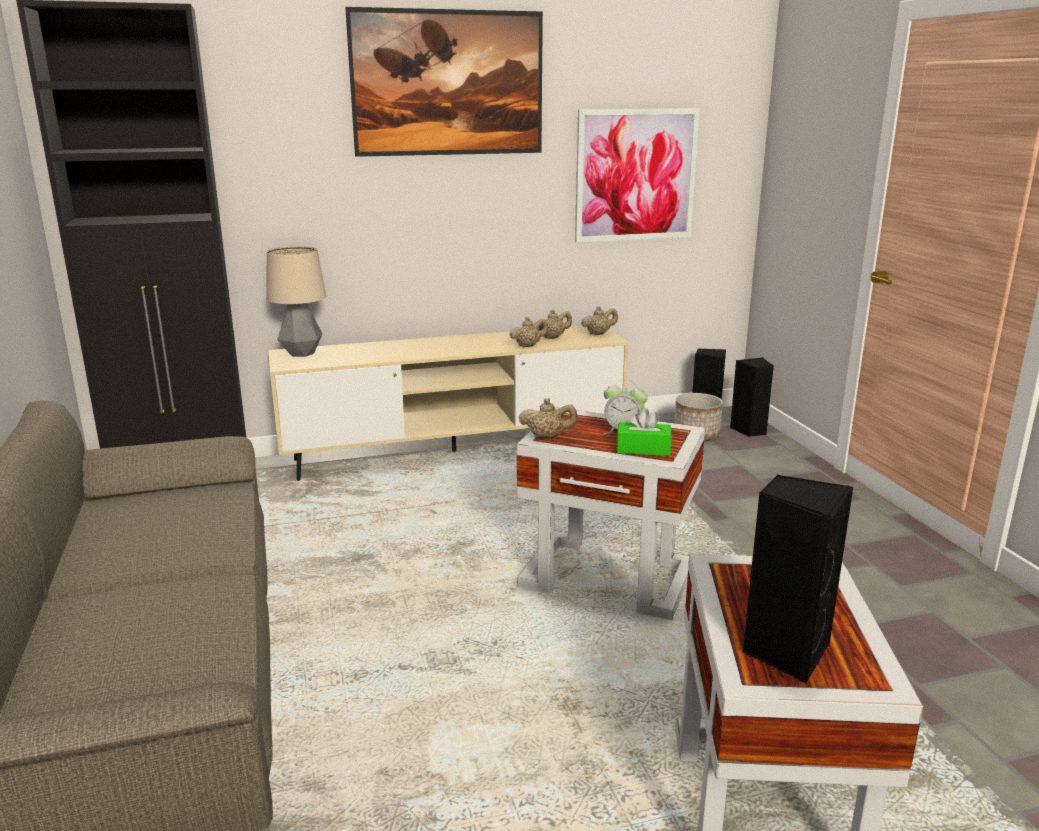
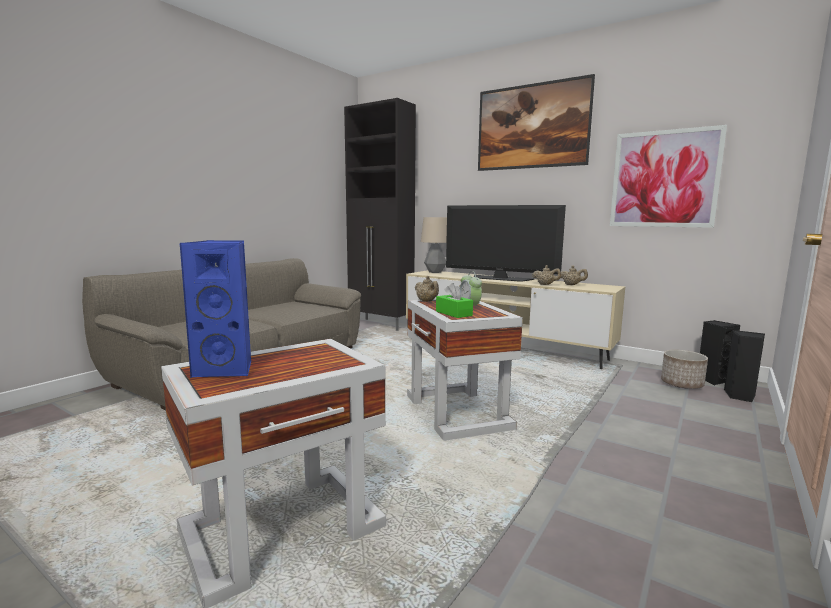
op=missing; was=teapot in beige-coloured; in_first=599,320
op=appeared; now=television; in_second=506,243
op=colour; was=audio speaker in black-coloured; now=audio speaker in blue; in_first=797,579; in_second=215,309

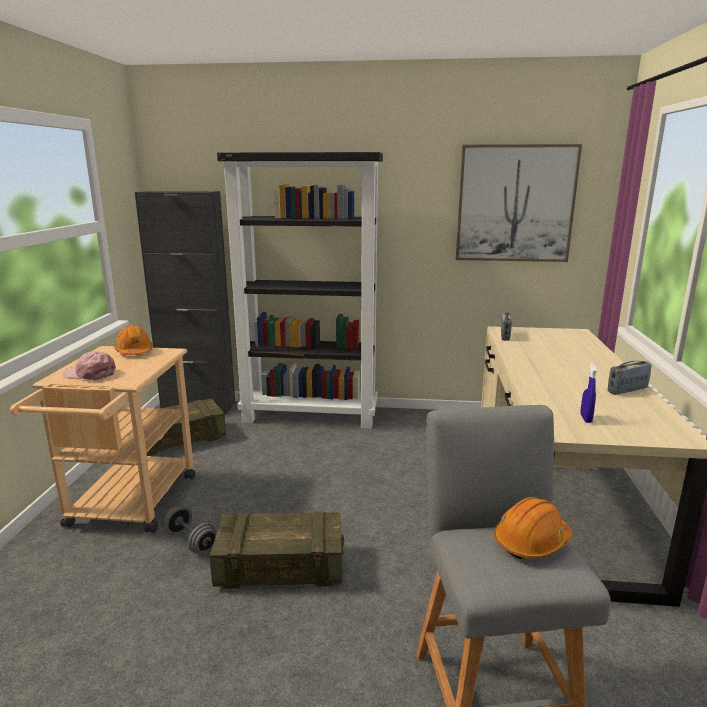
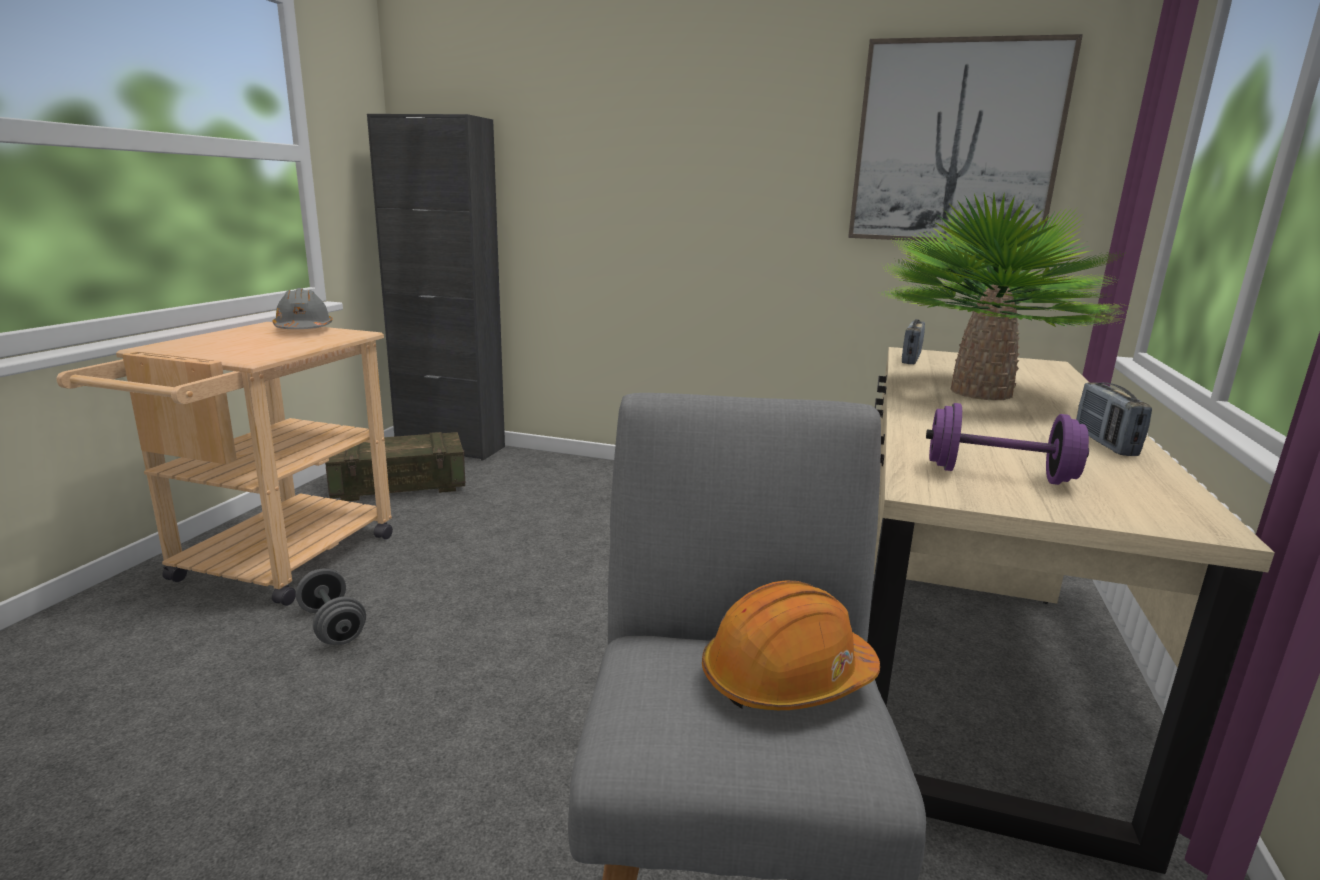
op=missing; was=cap in pink; in_first=89,365
op=missing; was=crate; in_first=277,550
op=missing; was=bookshelf in black-coloured; in_first=300,290
op=appeared; now=plant in a pot; in_second=1006,297
op=exchanged; was=hand sprayer in blue; now=dumbbell in purple; in_first=588,392; in_second=1007,444
op=colour; was=hard hat in orange-coloured; now=hard hat in grey; in_first=133,340; in_second=302,308
op=spun; was=radio; in_first=629,378; in_second=1114,419; clockwise=-75

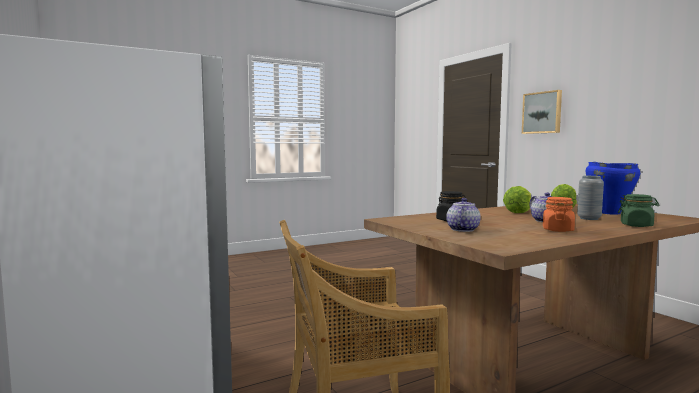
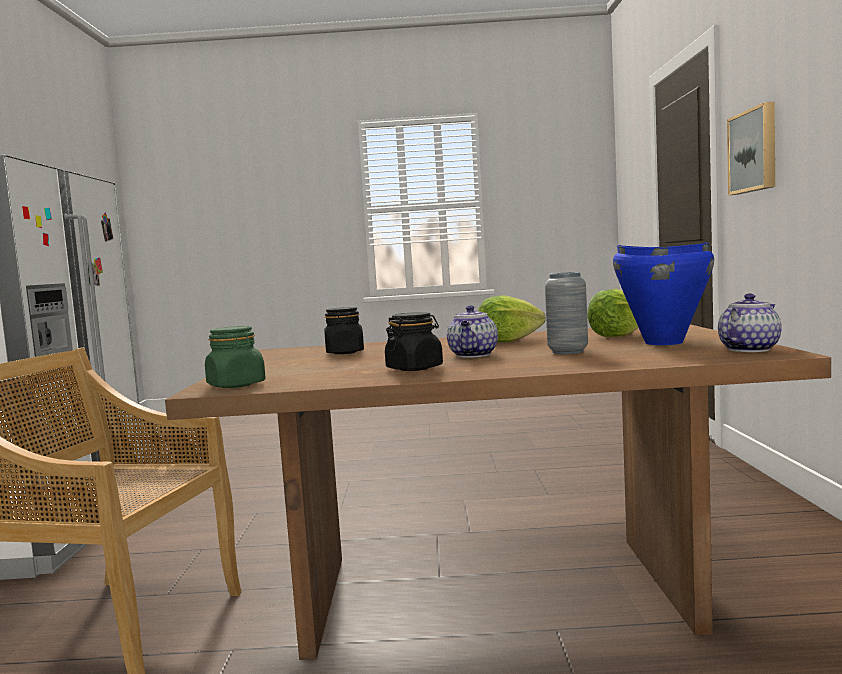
op=relocated; was=teapot; in_first=463,215; in_second=750,322
op=relocated; was=jar in greenish; in_first=638,210; in_second=235,357
op=colour; was=jar in orange-coloured; now=jar in black-coloured; in_first=559,214; in_second=414,341

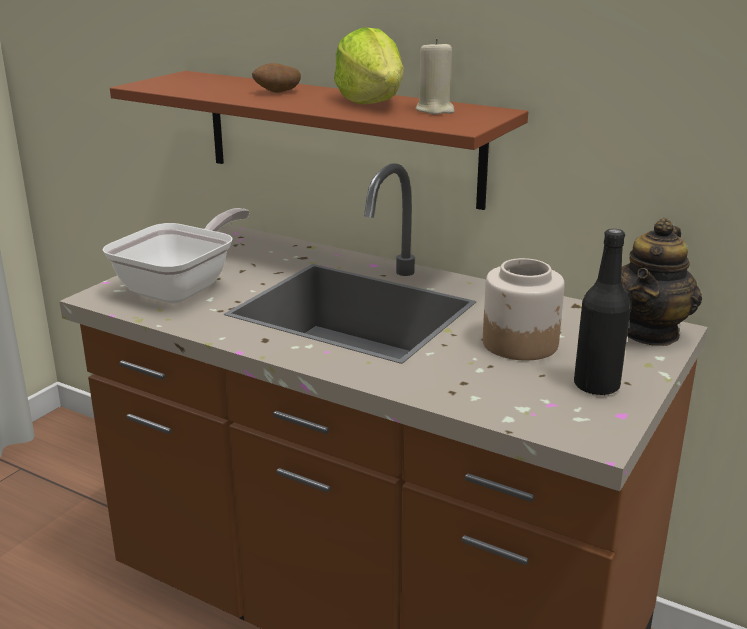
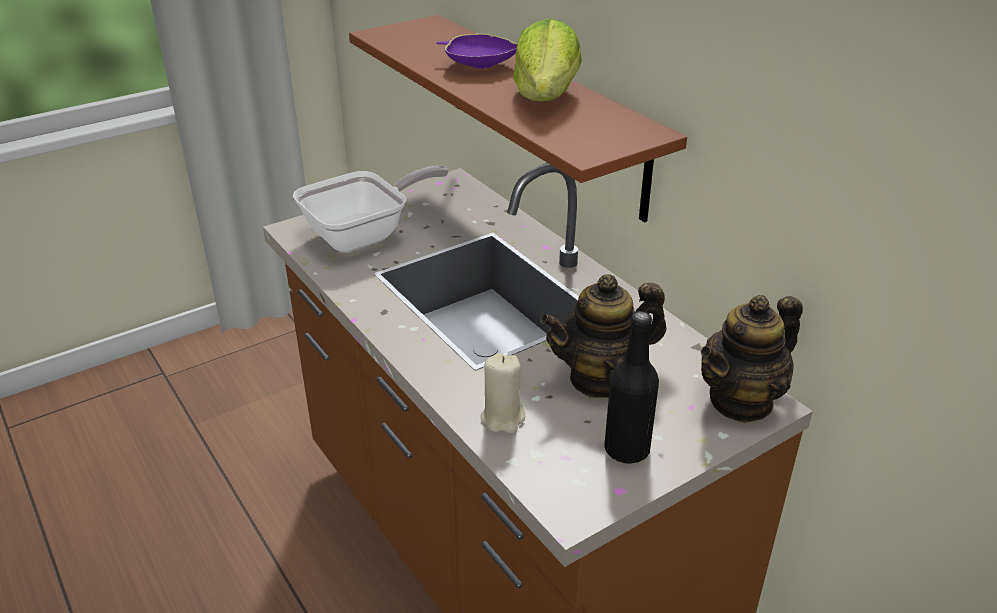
op=relocated; was=candle in beige-coloured; in_first=435,77; in_second=502,393
op=exchanged; was=potato; now=deep dish in purple; in_first=276,78; in_second=476,51
op=exchanged; was=jar; now=teapot; in_first=524,309; in_second=603,336

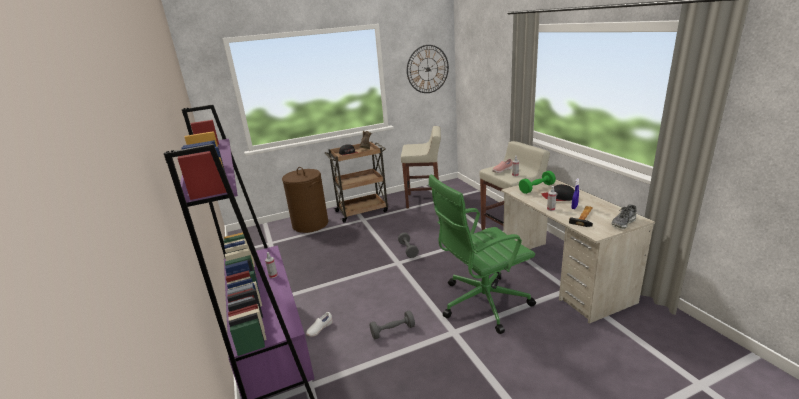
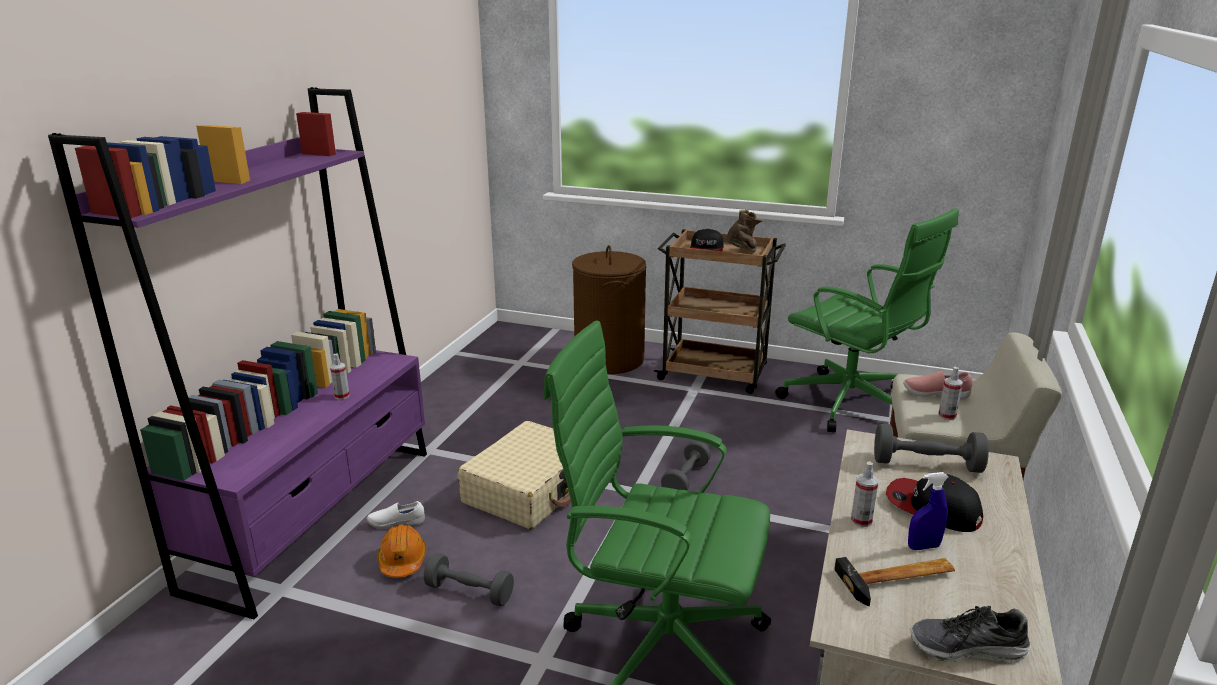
op=missing; was=clock on the wall; in_first=428,69
op=appeared; now=hard hat in orange-coloured; in_second=401,551
op=appeared; now=suitcase in beige-coloured; in_second=514,475
op=exchanged; was=stool in beige-coloured; now=desk chair in greenish; in_first=421,167; in_second=867,320
op=colour; was=dumbbell in greenish; now=dumbbell in grey; in_first=537,182; in_second=931,448

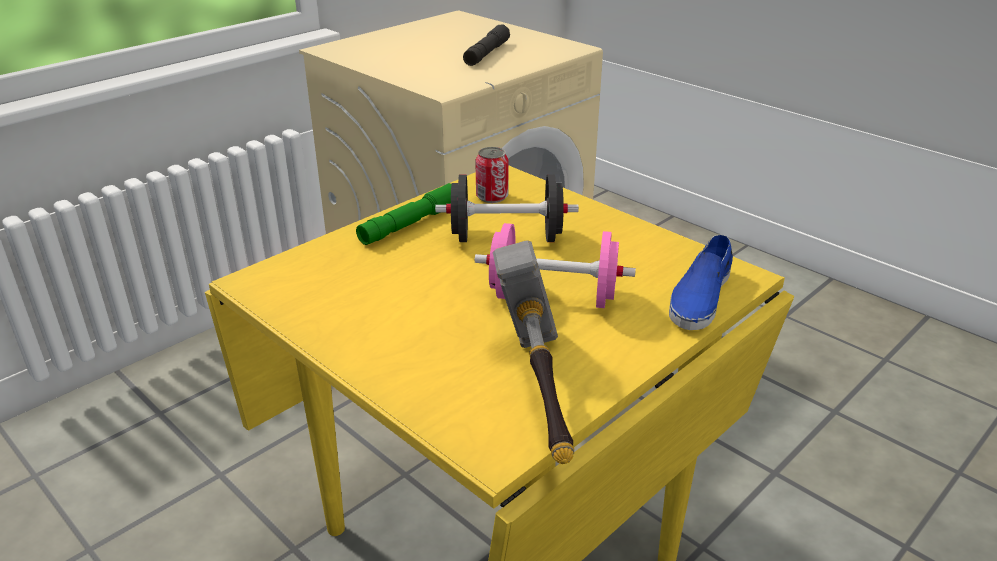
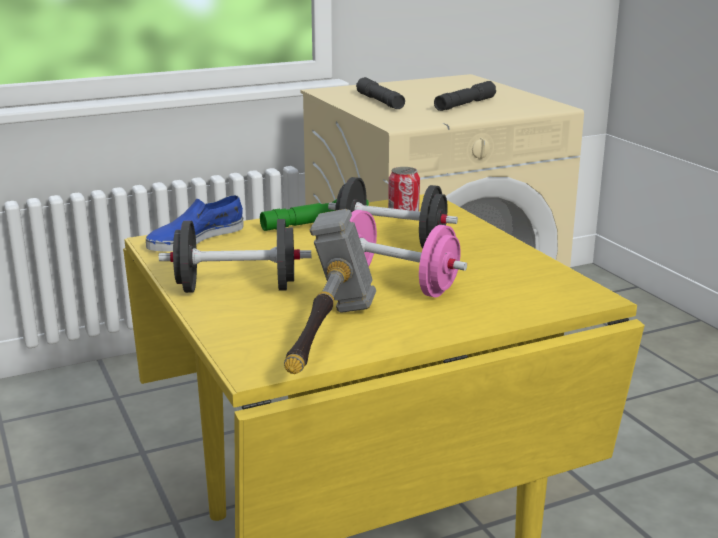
op=appeared; now=dumbbell in black-coloured; in_second=235,256
op=appeared; now=torch in grey; in_second=380,93
op=relocated; was=item of footwear in blue; in_first=701,282; in_second=195,223

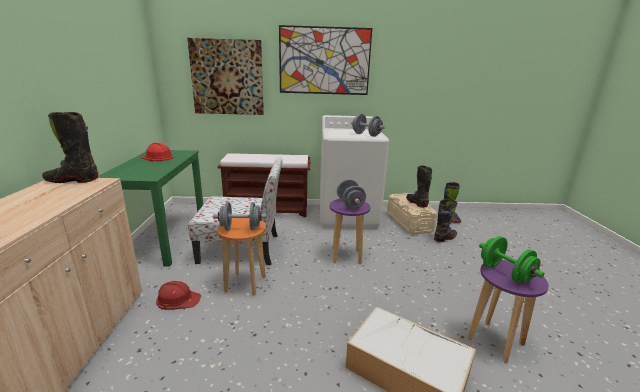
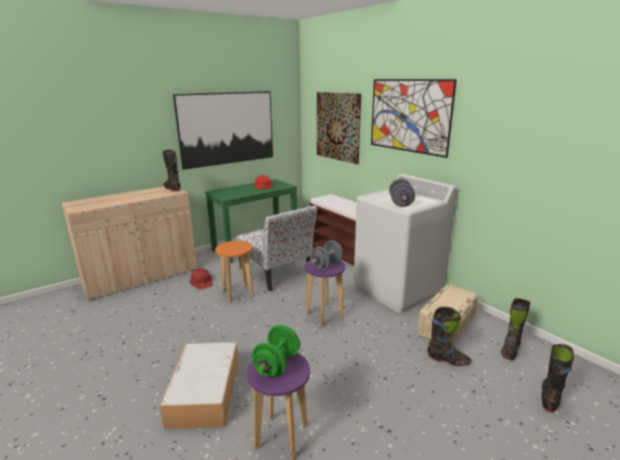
op=missing; was=dumbbell in grey; in_first=240,216
op=appeared; now=wall picture; in_second=223,130
op=relocated; was=tall boot in black-coloured; in_first=419,186; in_second=558,378

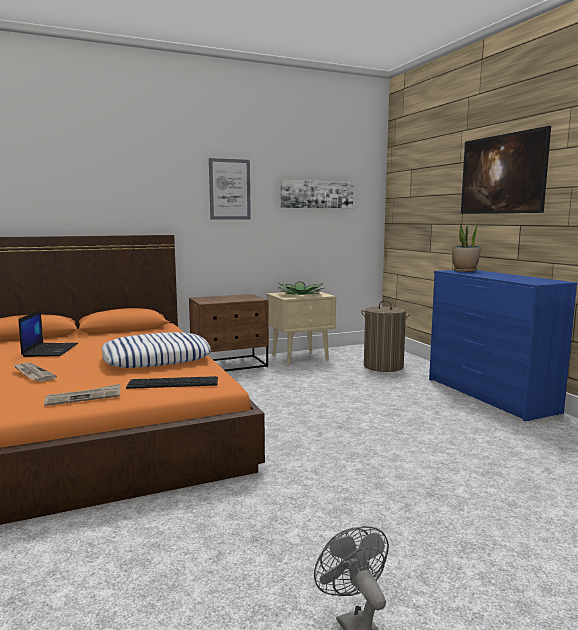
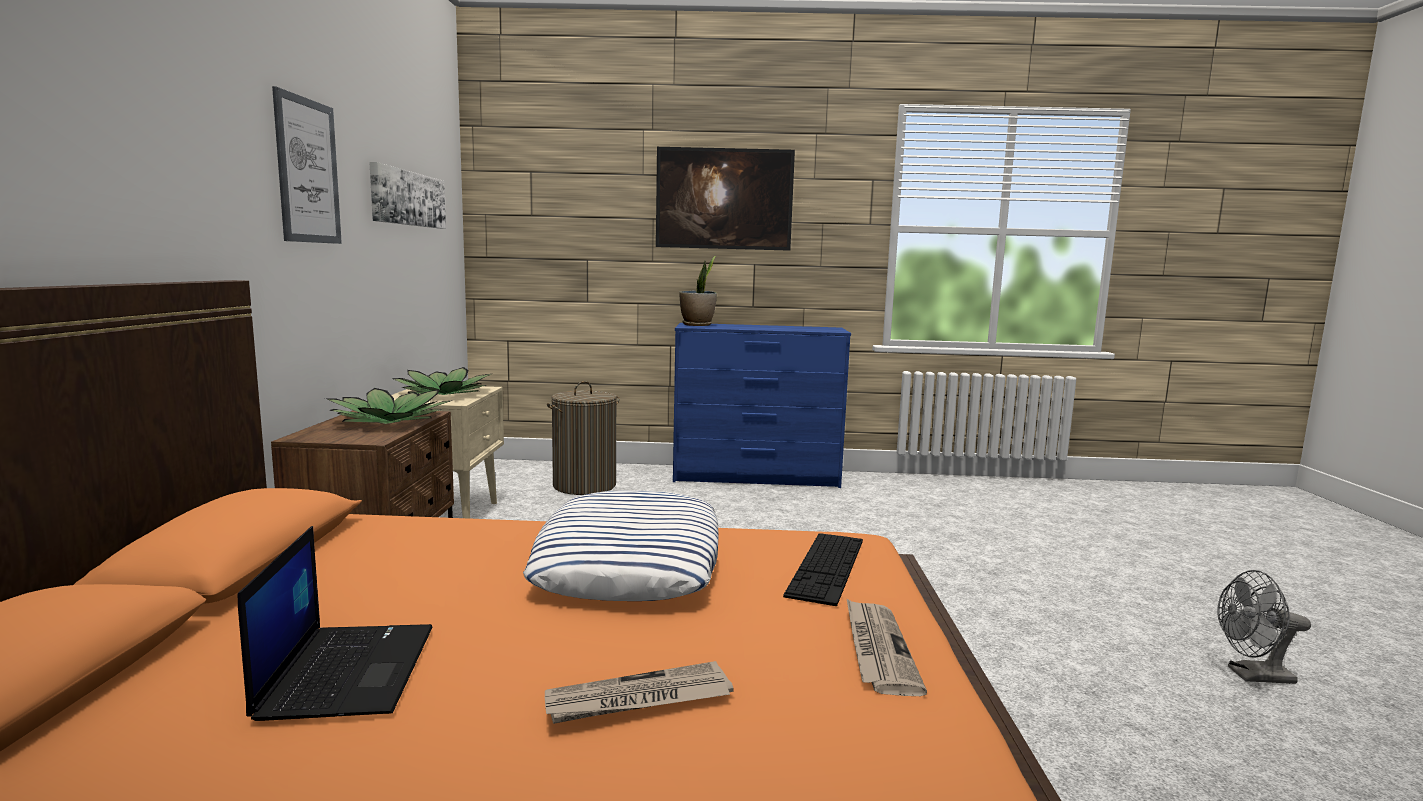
op=appeared; now=plant in a pot; in_second=389,406
op=spun; was=portable computer; in_first=48,333; in_second=335,623; clockwise=60

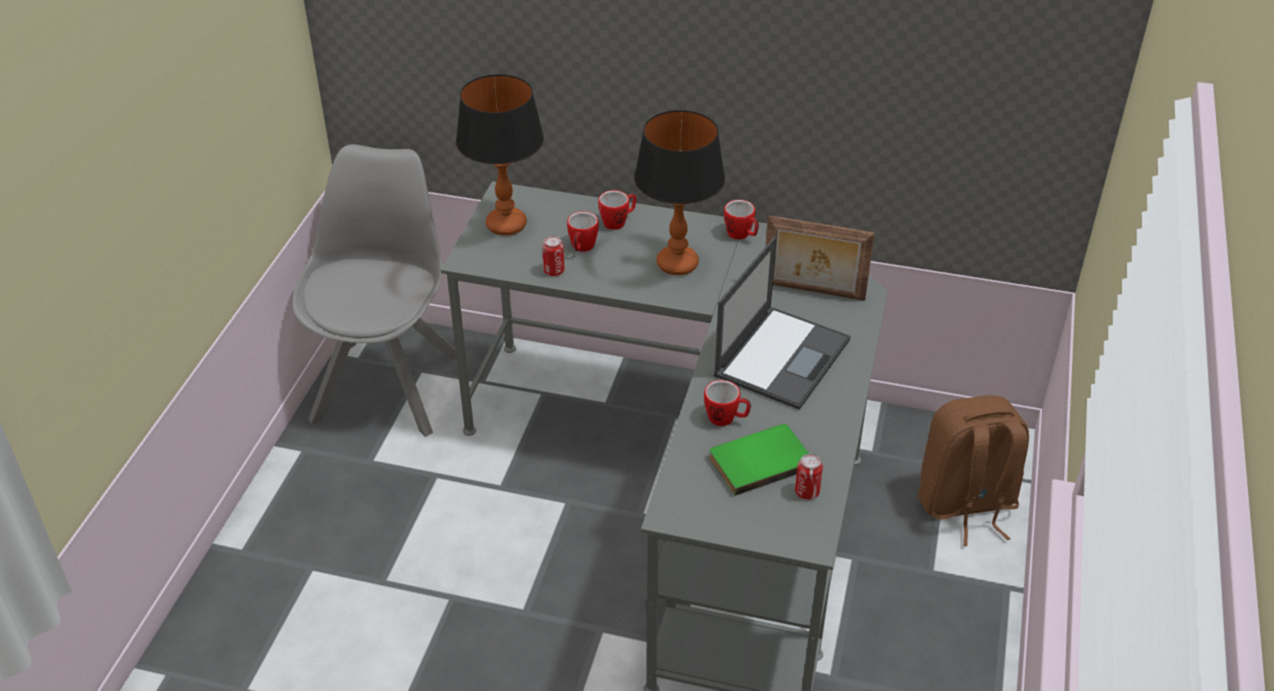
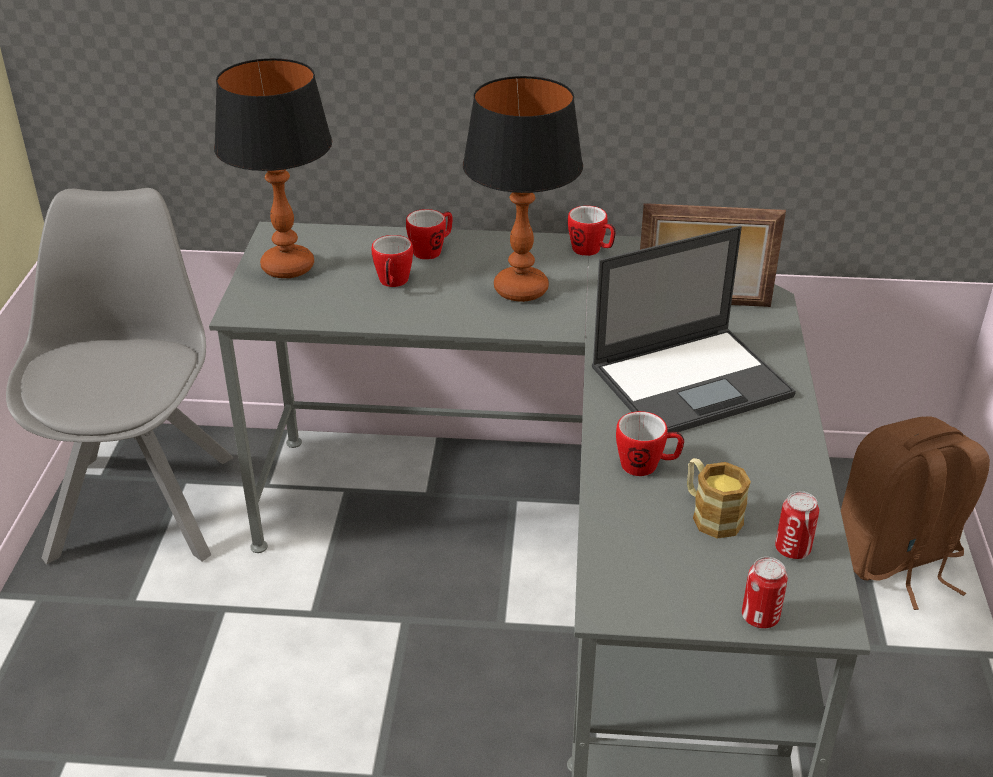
op=relocated; was=can; in_first=553,256; in_second=765,592
op=exchanged; was=bound book in greenish; now=coffee mug; in_first=759,460; in_second=719,498
op=spun; was=portable computer; in_first=782,323; in_second=694,329; clockwise=45

